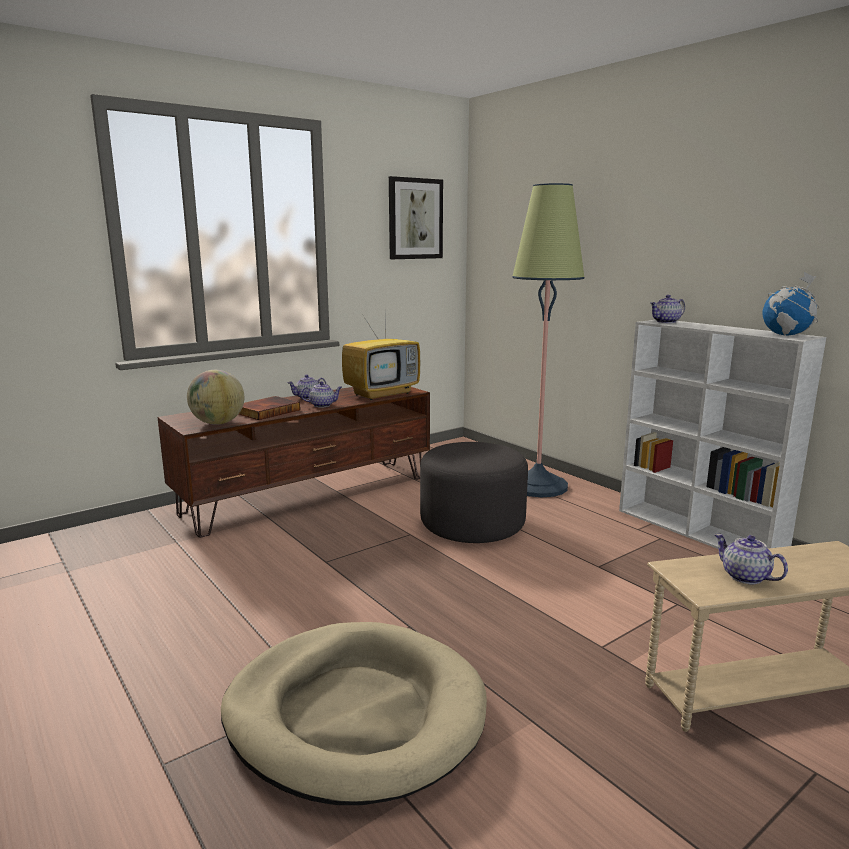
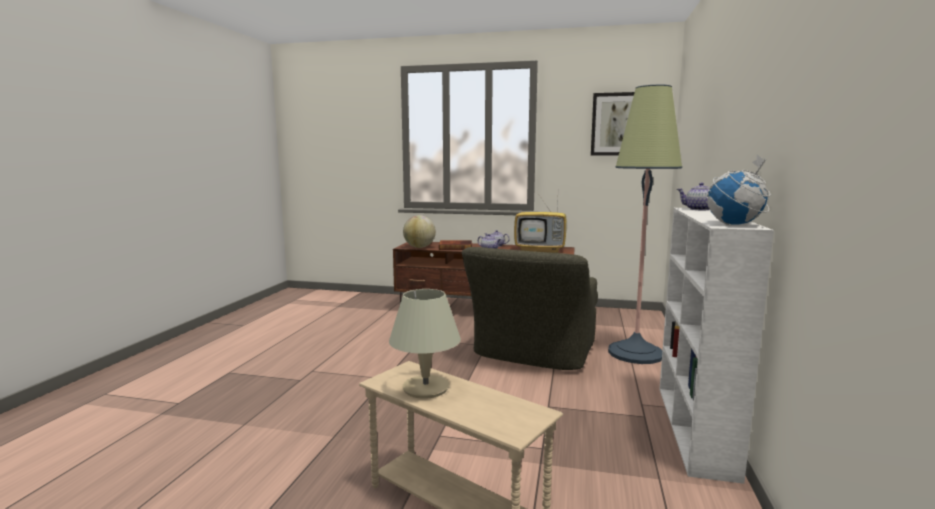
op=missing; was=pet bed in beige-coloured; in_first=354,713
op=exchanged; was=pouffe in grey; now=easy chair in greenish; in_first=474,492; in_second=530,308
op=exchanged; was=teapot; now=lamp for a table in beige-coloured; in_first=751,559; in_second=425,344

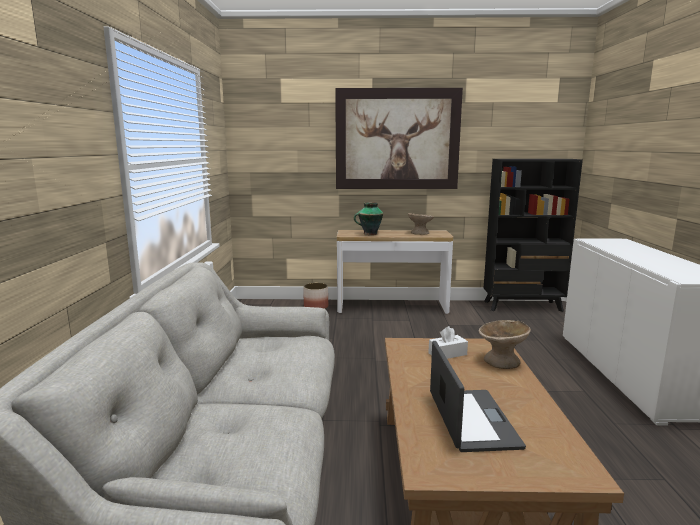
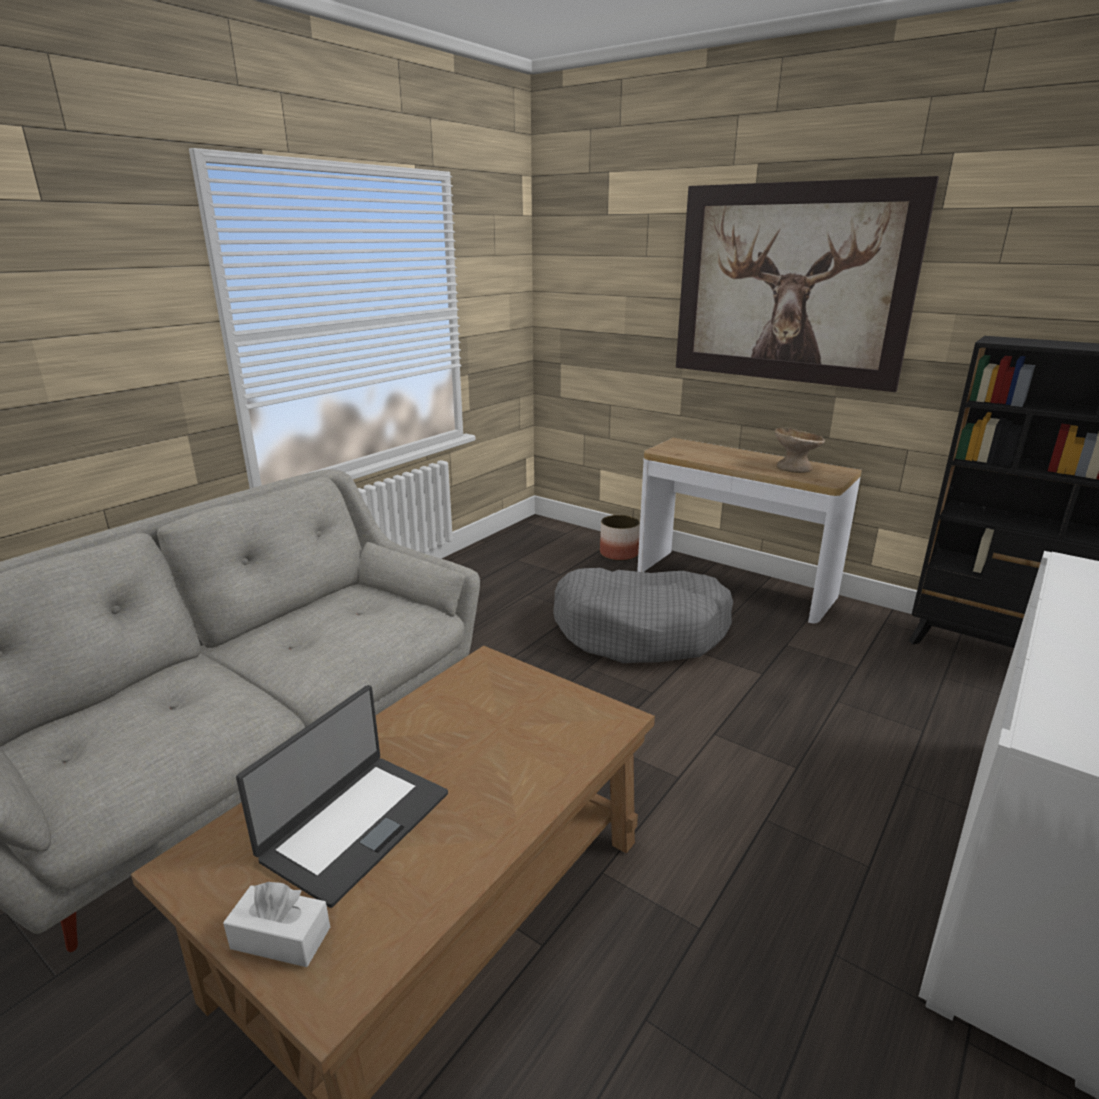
op=missing; was=vase; in_first=368,218
op=missing; was=deep dish in beige-coloured; in_first=505,344
op=appeared; now=pet bed in grey; in_second=643,615
op=relocated; was=tissue box in whitish; in_first=448,342; in_second=276,924

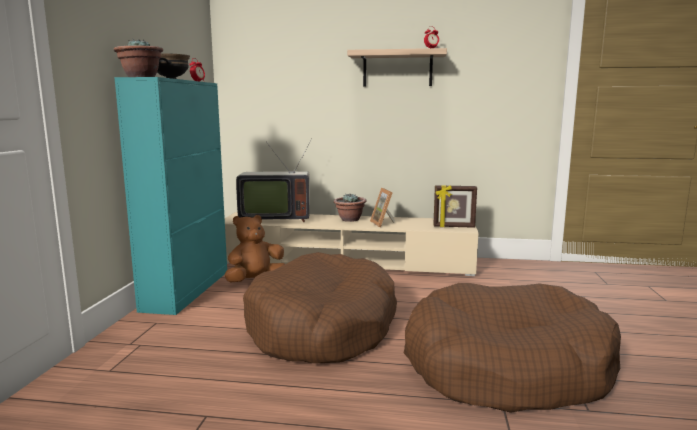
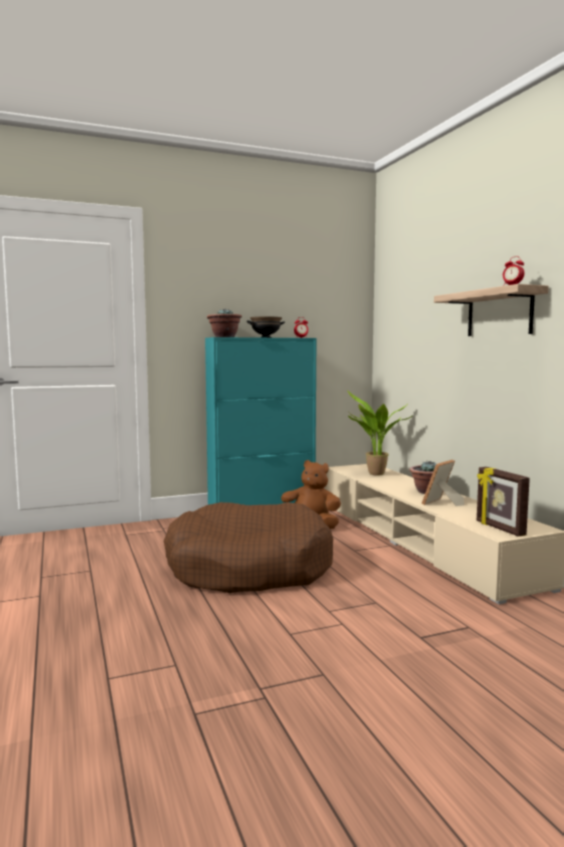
op=missing; was=pet bed in brown; in_first=512,348
op=exchanged; was=television; now=plant in a pot; in_first=274,180; in_second=380,433

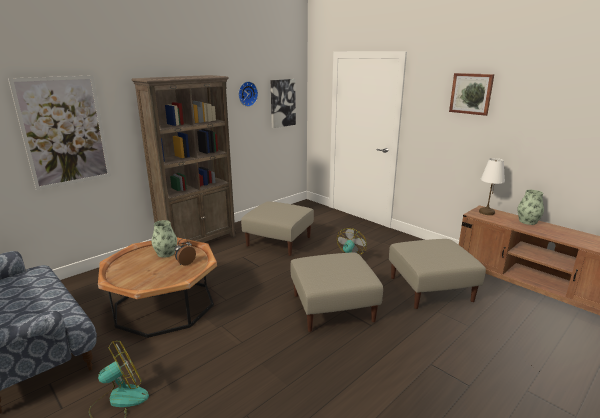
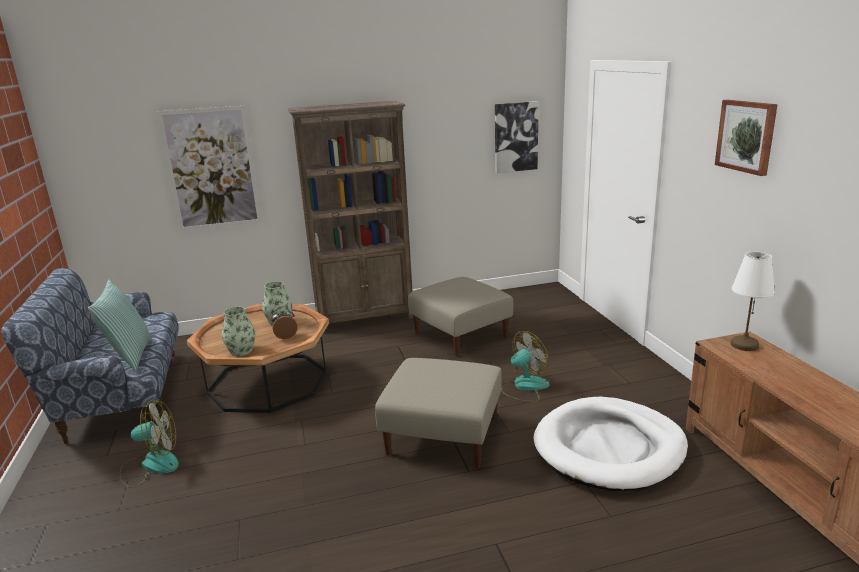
op=missing; was=clock on the wall; in_first=248,94
op=appeared; now=throw pillow; in_second=120,325
op=relocated; was=vase; in_first=530,207; in_second=238,331
op=exchanged; was=pouffe in beige-coloured; now=pet bed in whitish; in_first=437,274; in_second=610,444

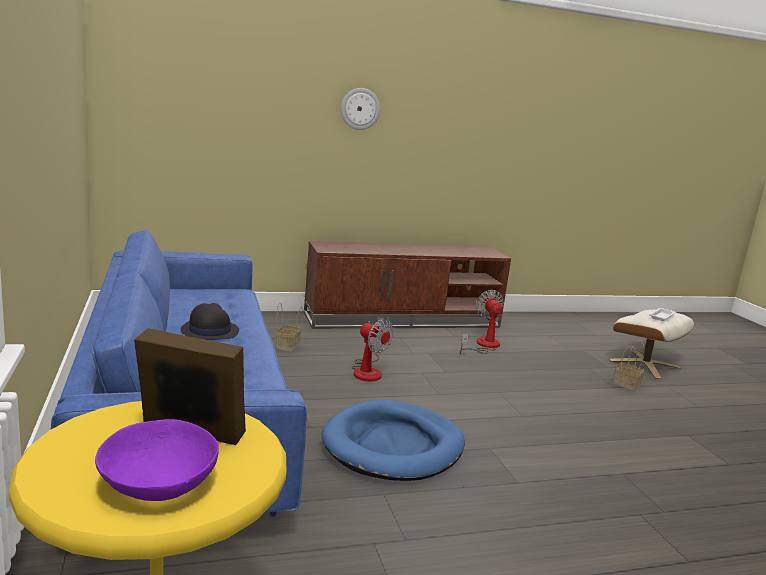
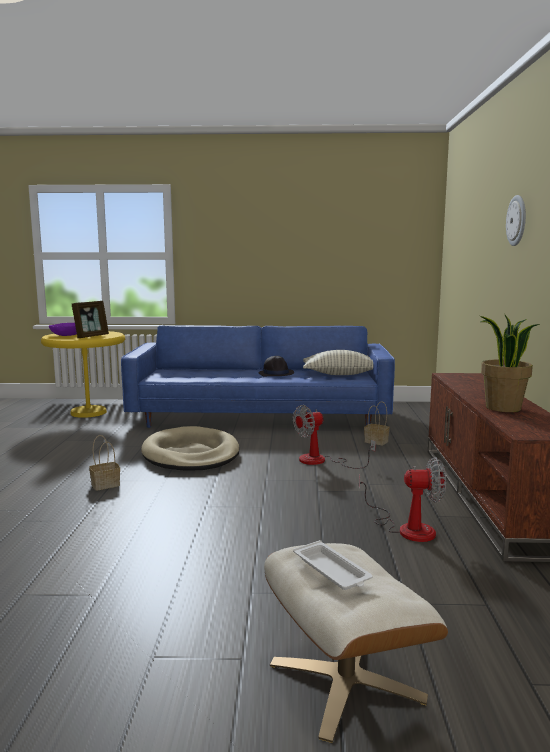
op=appeared; now=throw pillow; in_second=338,362
op=appeared; now=plant in a pot; in_second=510,363
op=relocated; was=storage basket; in_first=629,366; in_second=104,463
op=colour; was=pet bed in blue; now=pet bed in beige-coloured; in_first=393,440; in_second=190,448

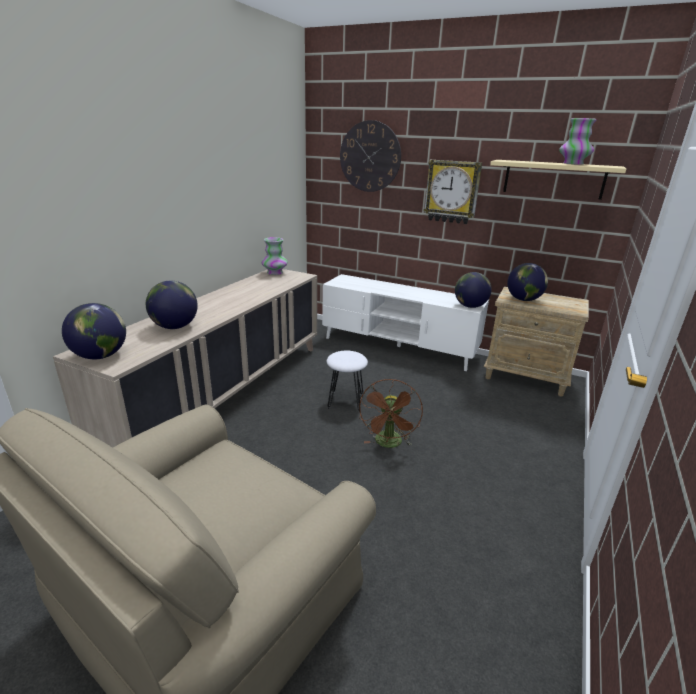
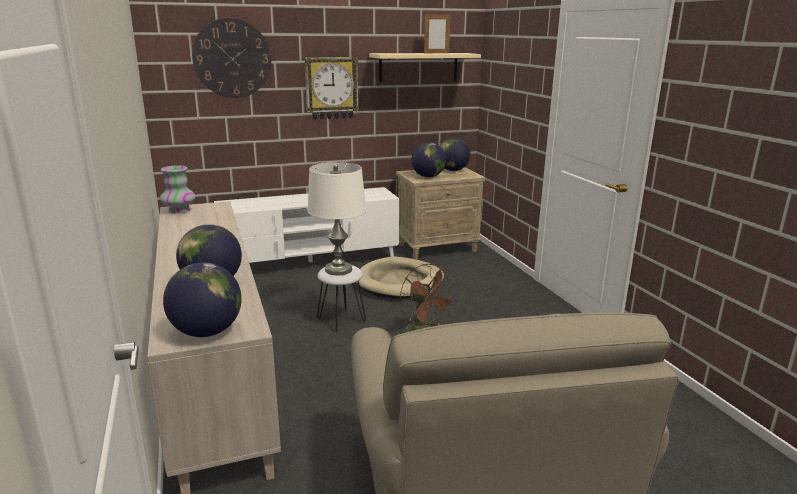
op=appeared; now=lamp for a table in whitish; in_second=336,218
op=appeared; now=pet bed in beige-coloured; in_second=400,277
op=relocated; was=globe; in_first=473,290; in_second=455,154
op=exchanged; was=vase; now=standing frame; in_first=577,141; in_second=437,33

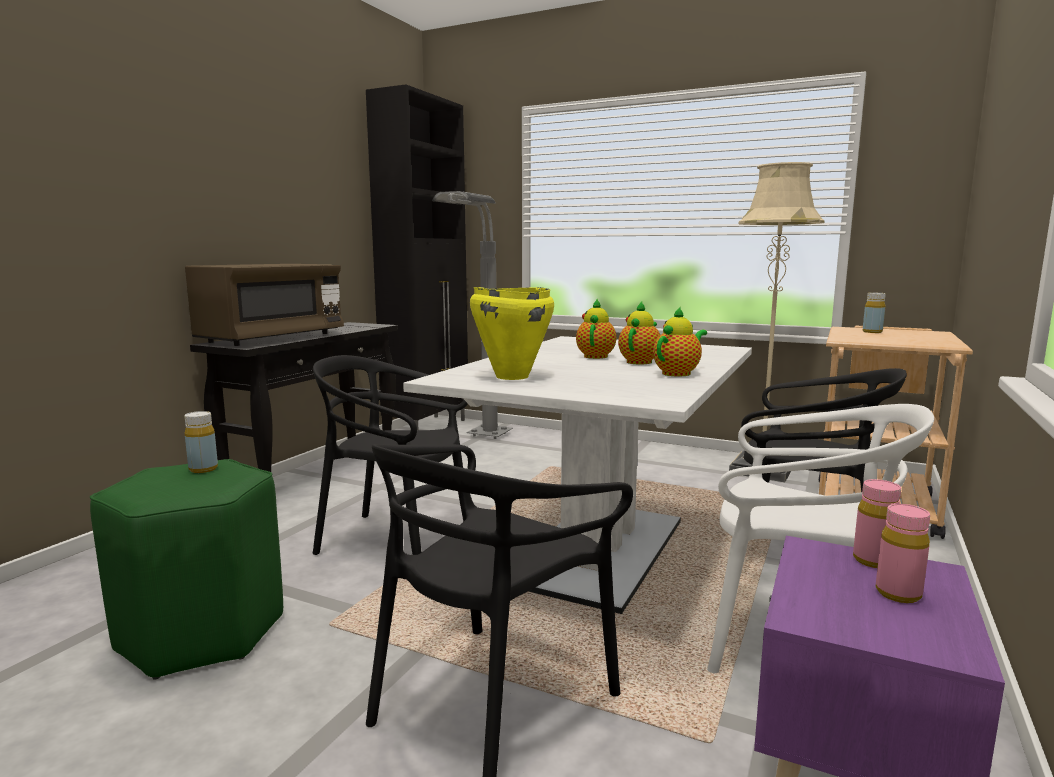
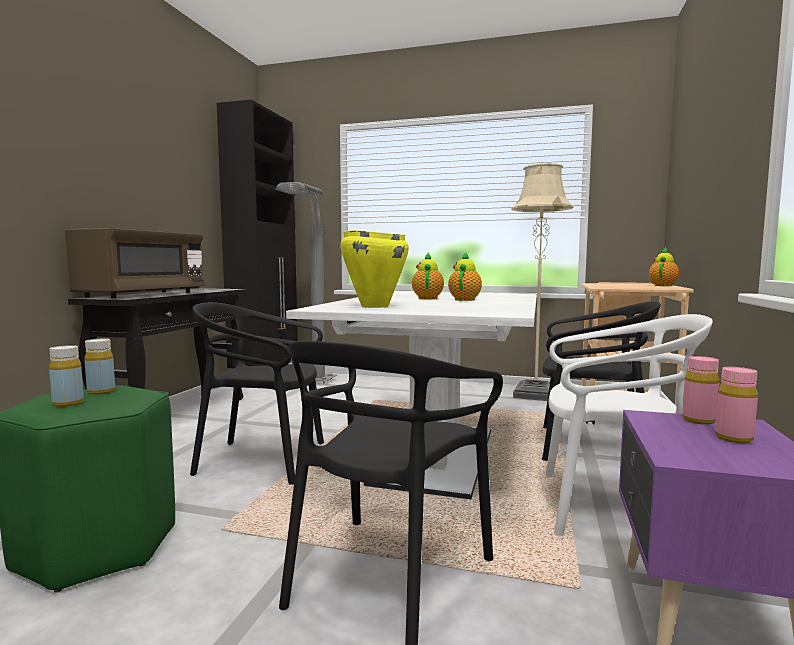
op=relocated; was=teapot; in_first=680,341; in_second=664,266
op=relocated; was=bottle in yellow-coloured; in_first=874,313; in_second=66,376

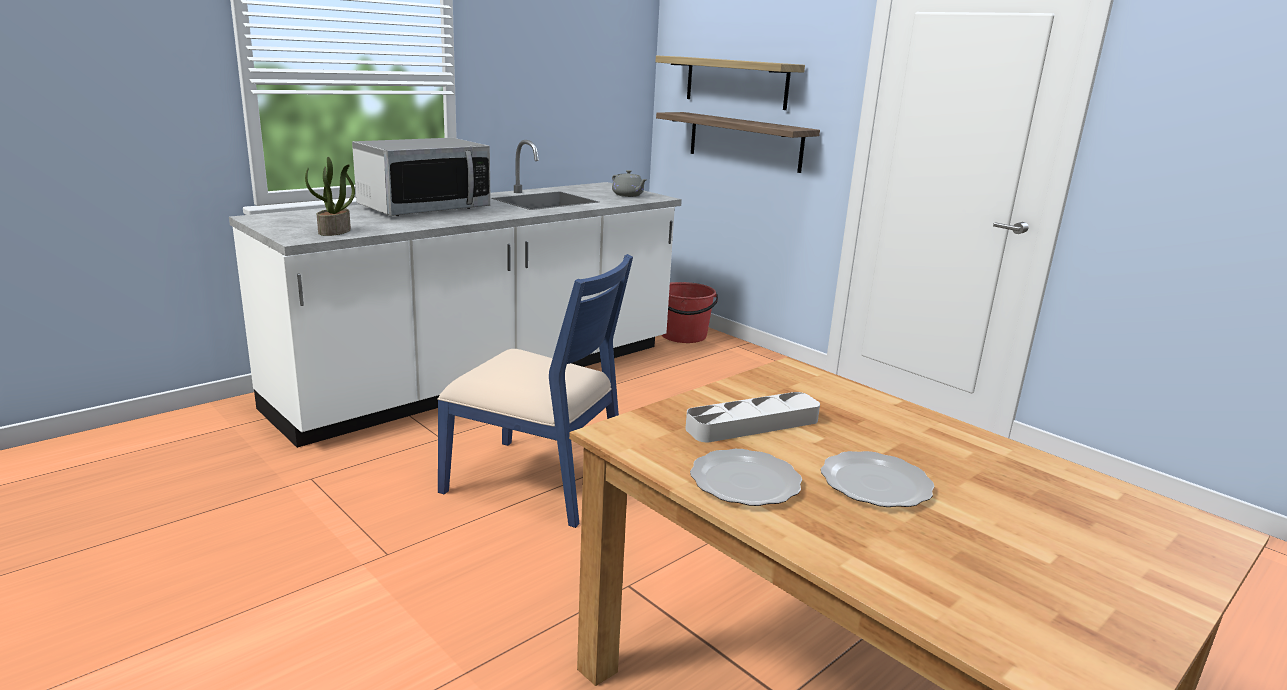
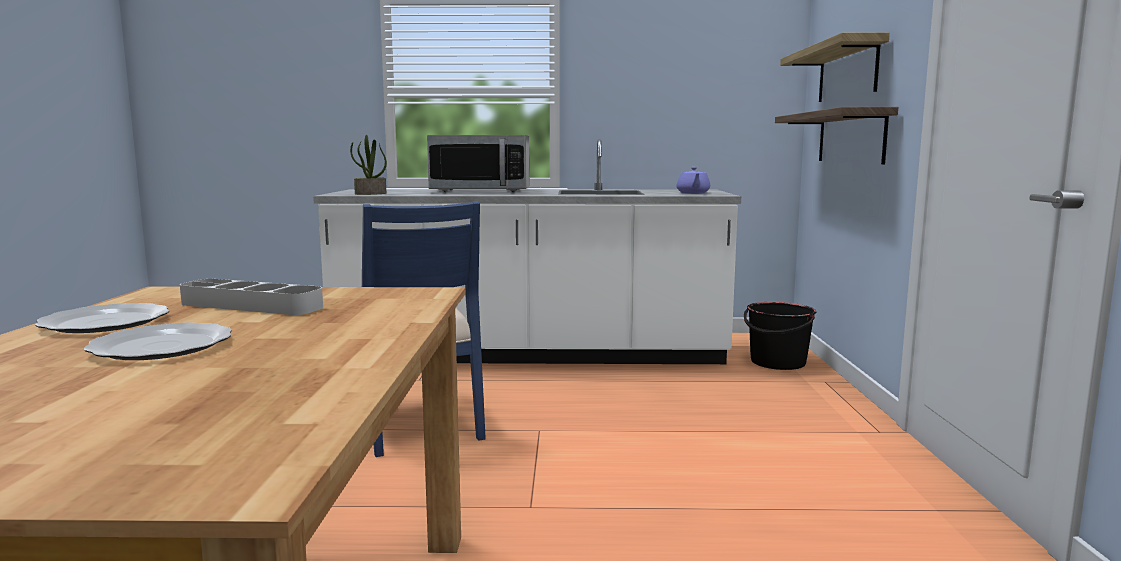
op=colour; was=teapot in grey; now=teapot in purple; in_first=629,183; in_second=693,180
op=colour; was=bucket in red-coloured; now=bucket in black-coloured; in_first=690,312; in_second=780,336

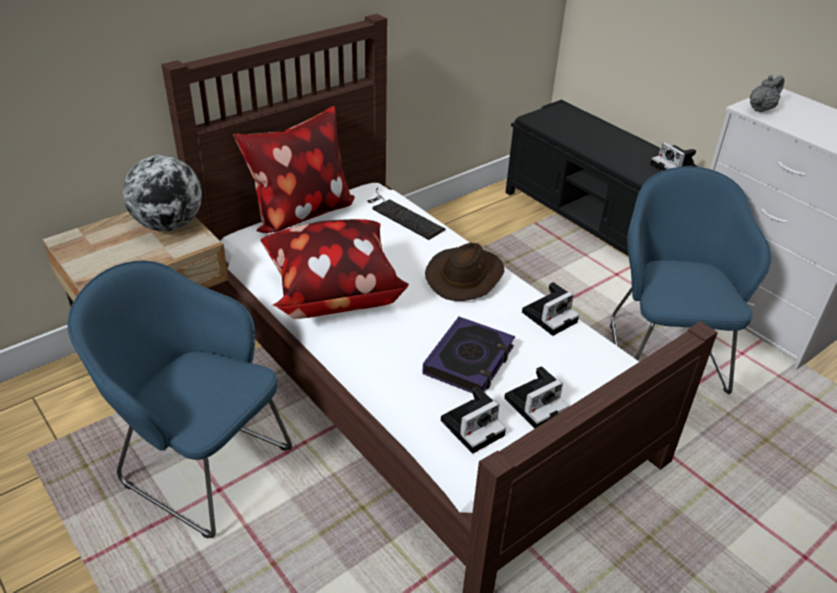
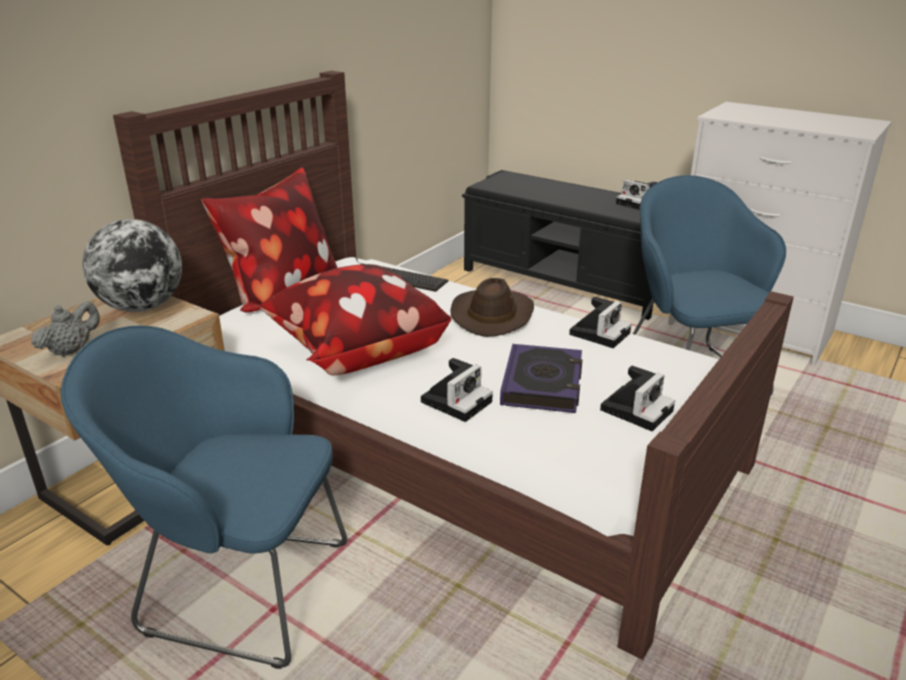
op=relocated; was=photo camera; in_first=473,420; in_second=457,390
op=relocated; was=teapot in grey; in_first=767,94; in_second=65,329

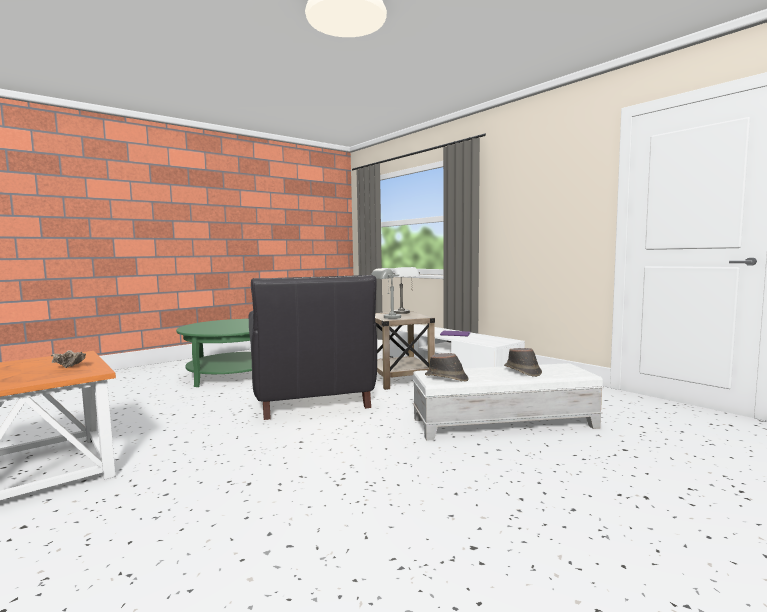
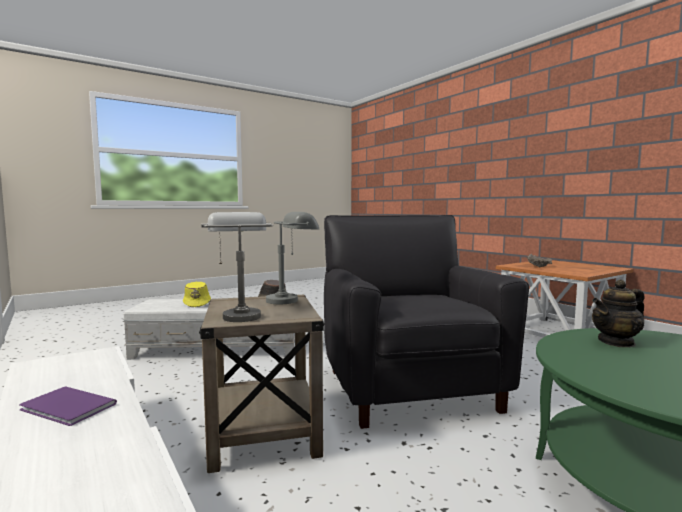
op=appeared; now=teapot; in_second=618,313
op=colour; was=clothing hat in brown; now=clothing hat in yellow-coloured; in_first=523,362; in_second=197,294

